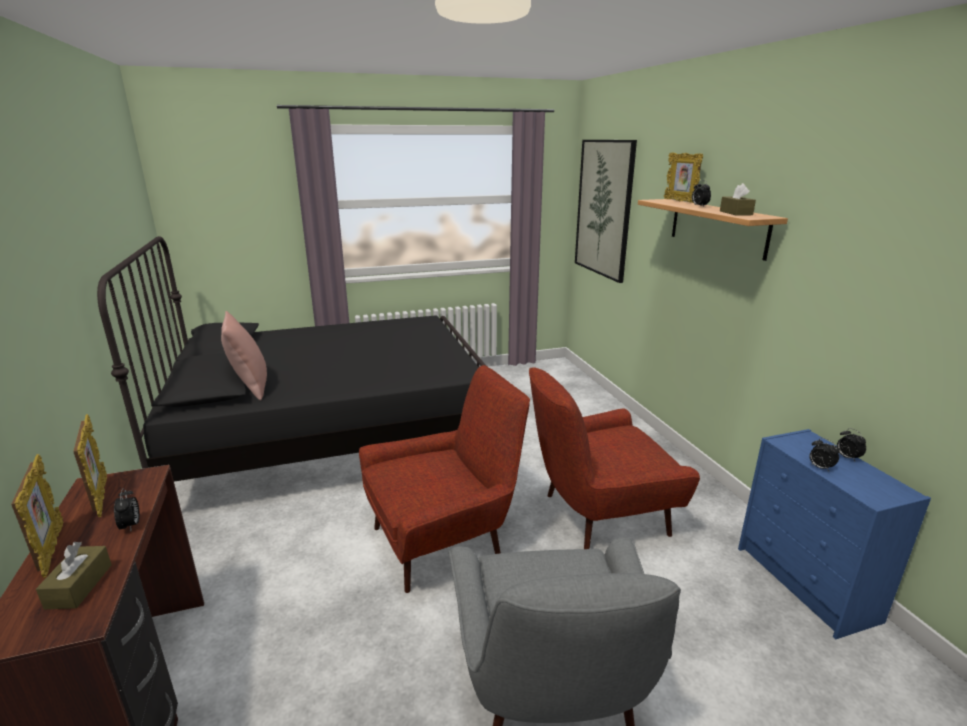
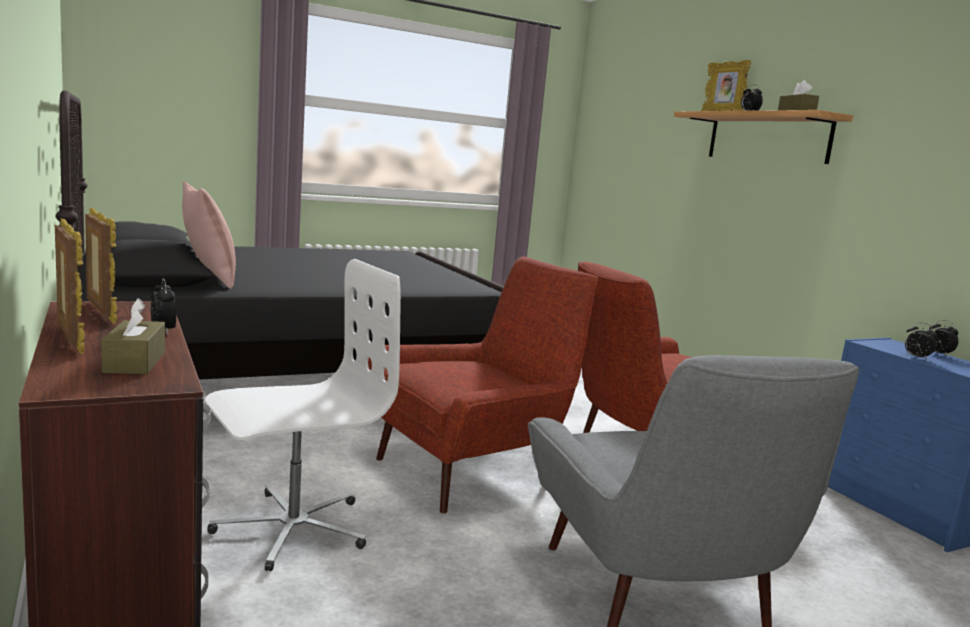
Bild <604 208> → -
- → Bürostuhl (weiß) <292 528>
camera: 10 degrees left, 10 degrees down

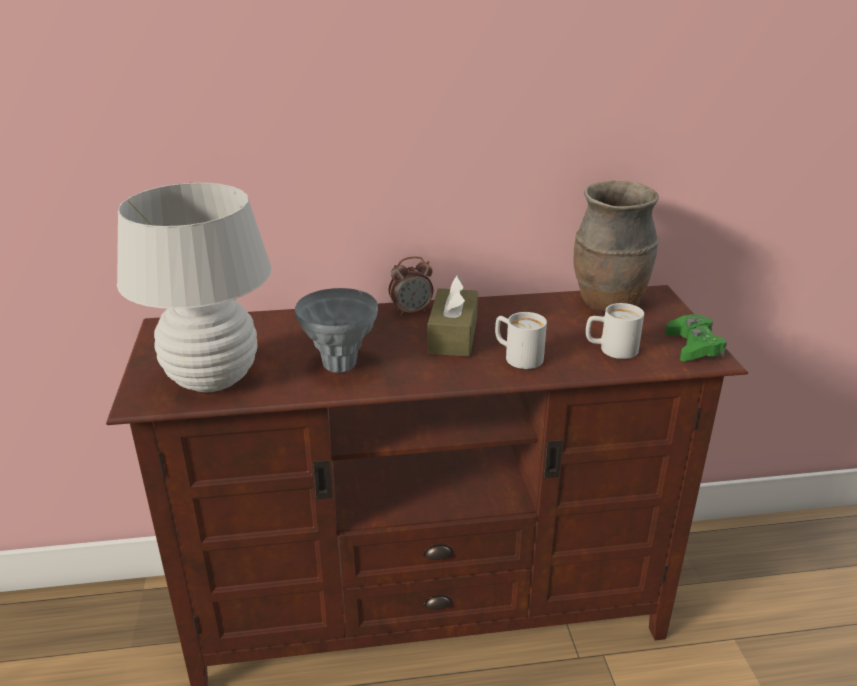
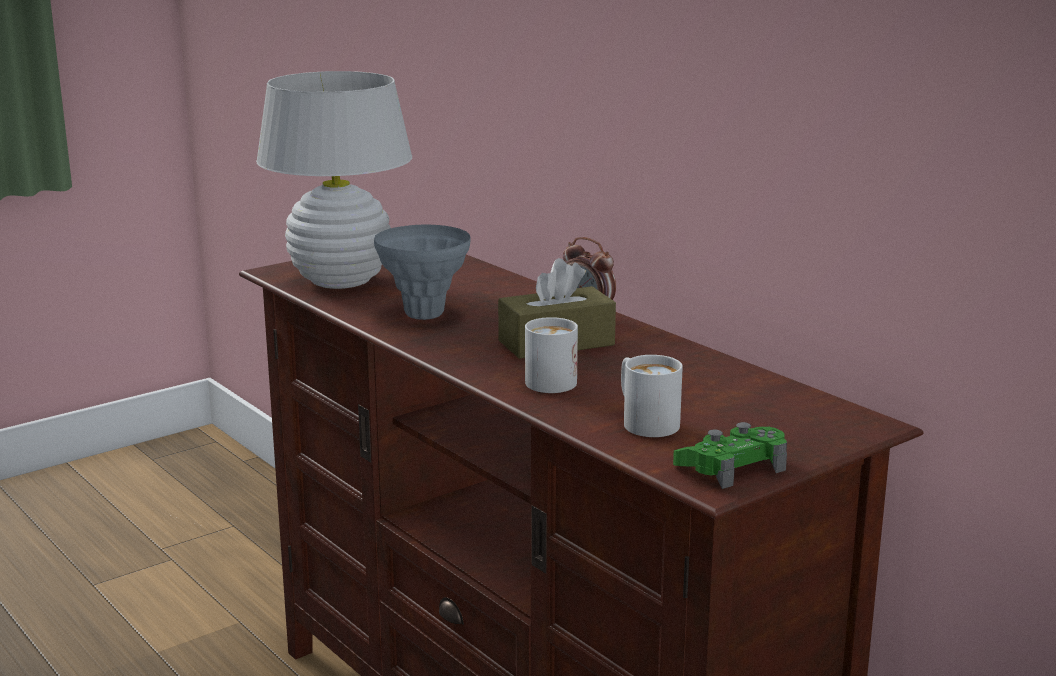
Vase (braun) <608 304> → -
camera: 60 degrees right, 10 degrees down

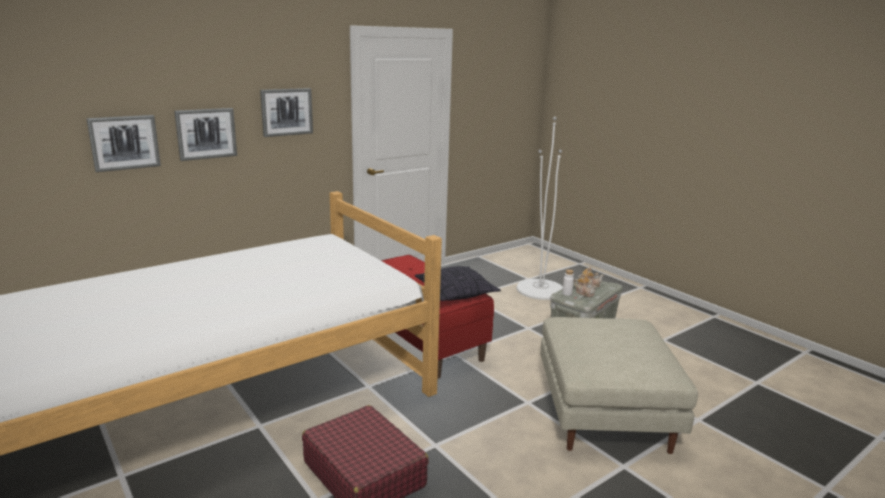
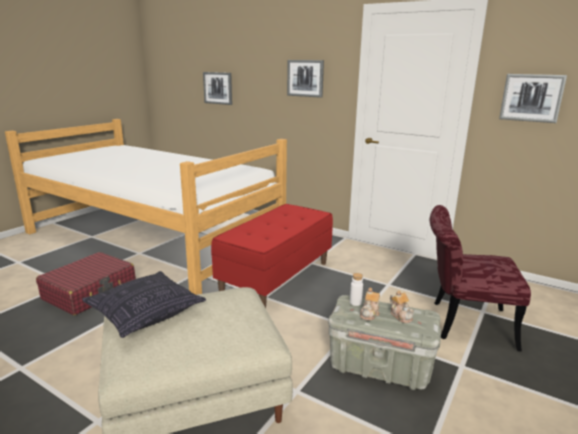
Bild <206 133> → Bild <531 98>, shifted
Kissen <455 293> → Kissen <146 314>, shifted
Stehlampe (weiß) <540 289> → Stuhl (rot) <462 323>
camera: 70 degrees right, 0 degrees up

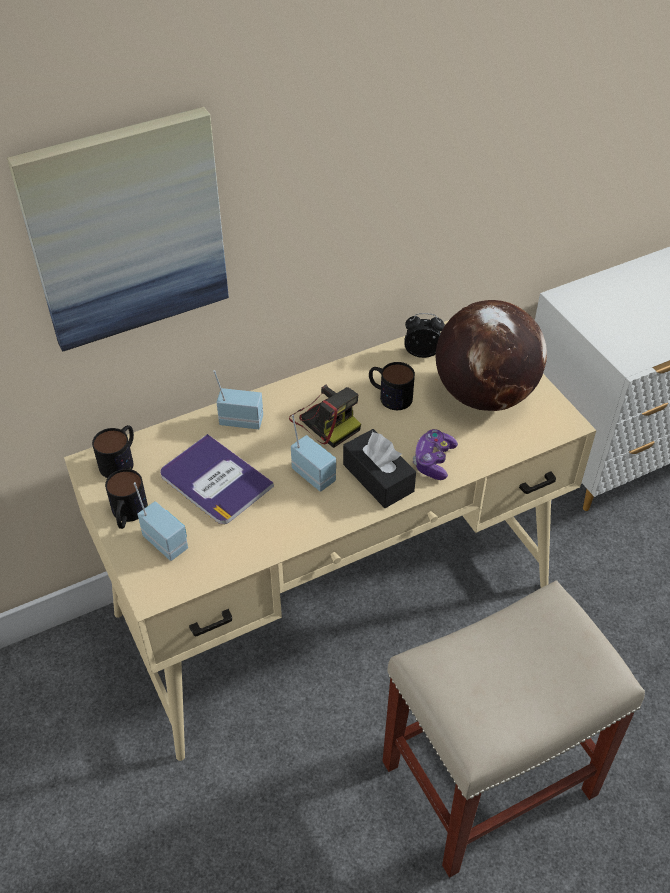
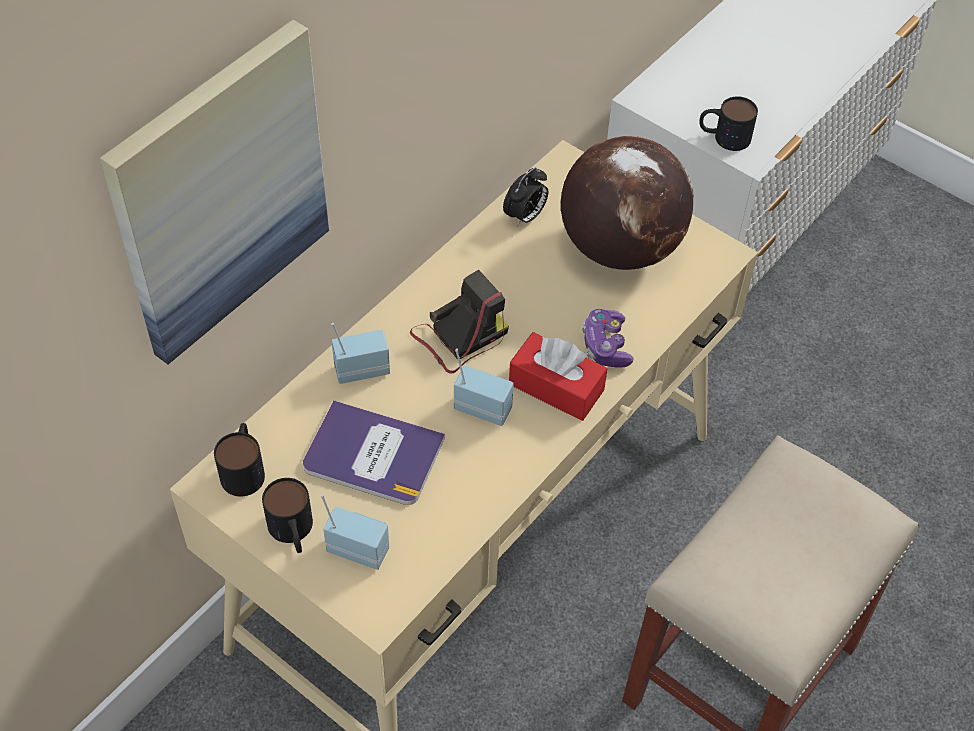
Kamera <325 420> → Kamera <459 337>, 60 degrees counterclockwise
Taschentuchbox (schwarz) <378 478> → Taschentuchbox (rot) <556 387>
Henkelbecher <389 395> → Henkelbecher <723 137>, shifted
Wecker <422 352> → Wecker <525 217>, 150 degrees clockwise
camera: 25 degrees left, 5 degrees up

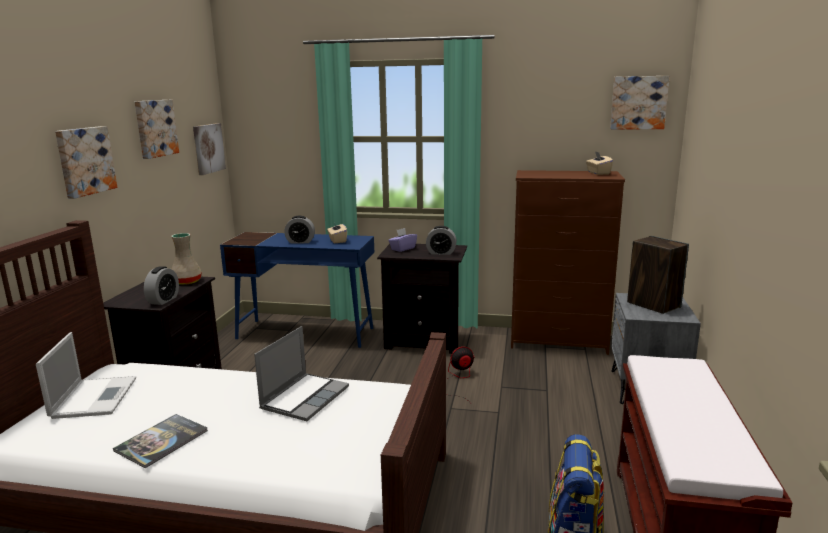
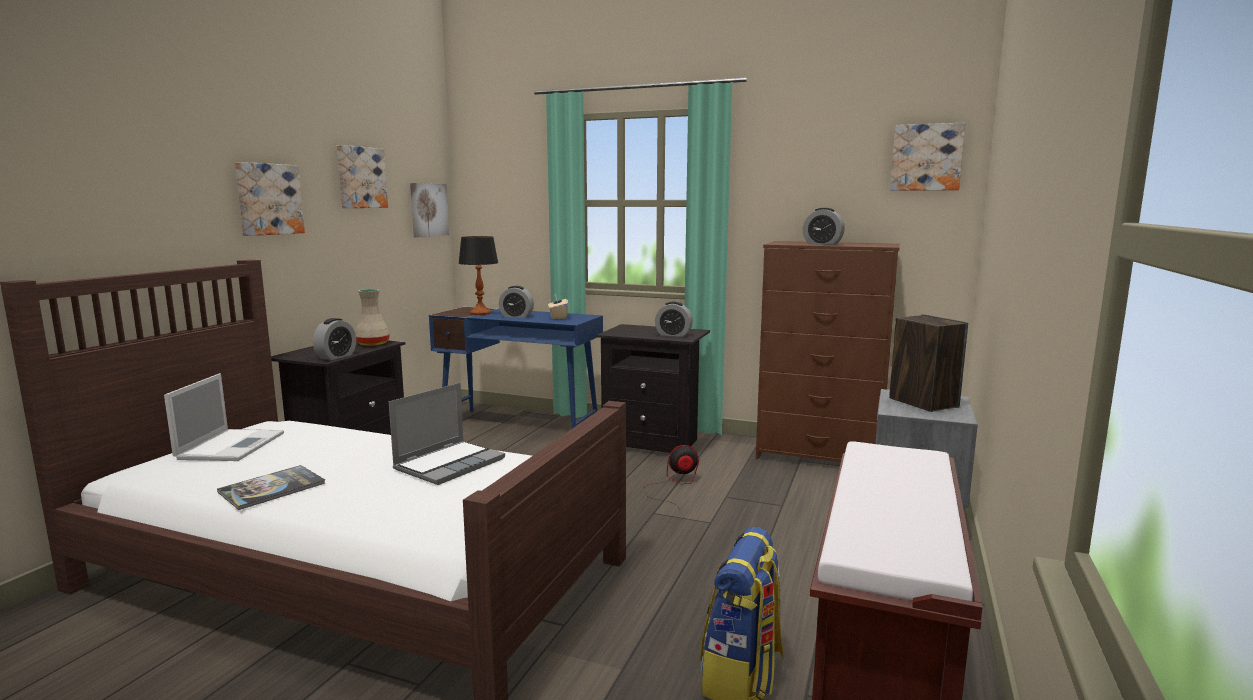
Taschentuchbox (lila) <402 249> → -
Taschentuchbox (beige) <598 173> → -
- → Tischlampe <480 313>
- → Wecker <822 244>
camera: 10 degrees right, 5 degrees down

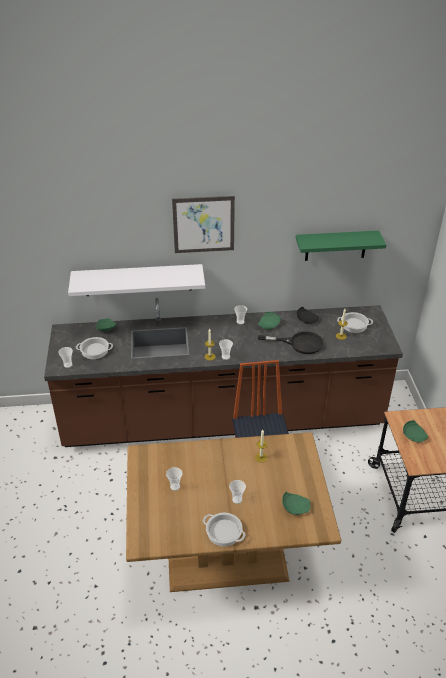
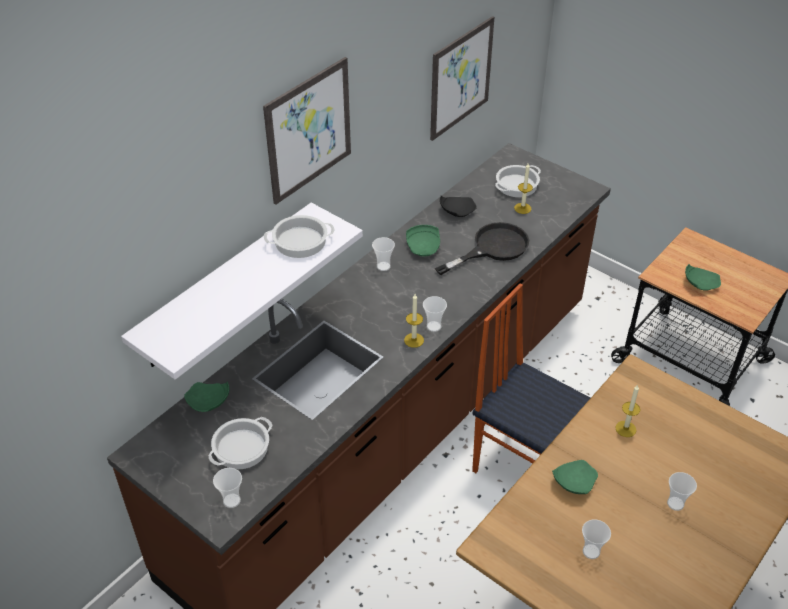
Kochtopf <224 532> → Kochtopf <300 241>, shifted
Teller (grün) <295 507> → Teller (grün) <573 482>, shifted
Wandregal (grün) <335 245> → Bild <461 78>
camera: 45 degrees left, 5 degrees up

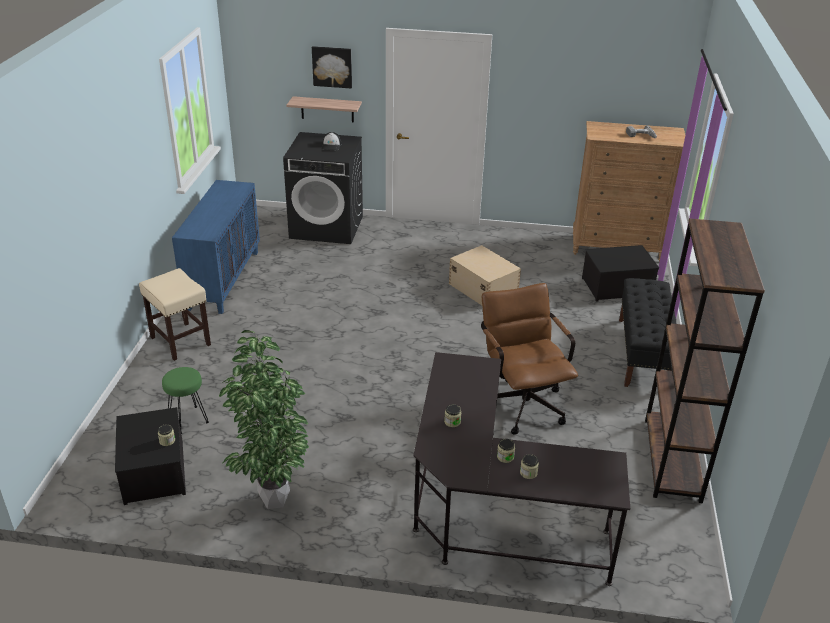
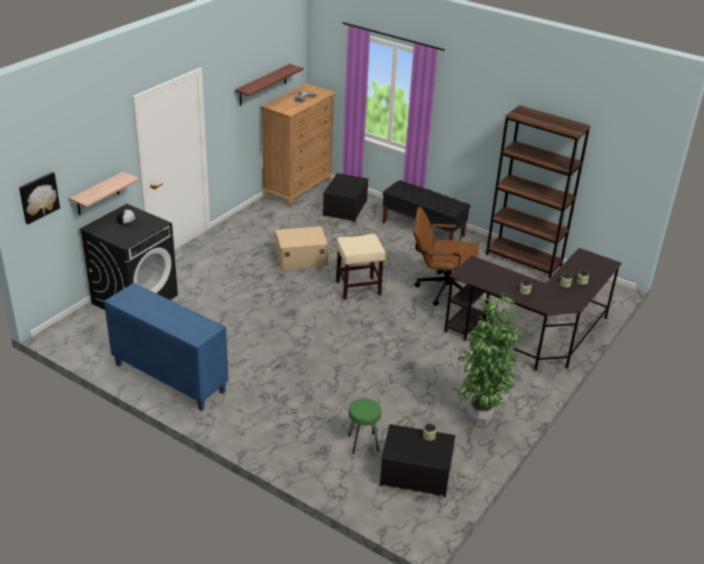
Hocker (beige) <181 341> → Hocker (beige) <358 288>, shifted
Bild <332 66> → Bild <38 197>, shifted
- → Wandregal <263 85>
camera: 65 degrees left, 0 degrees up

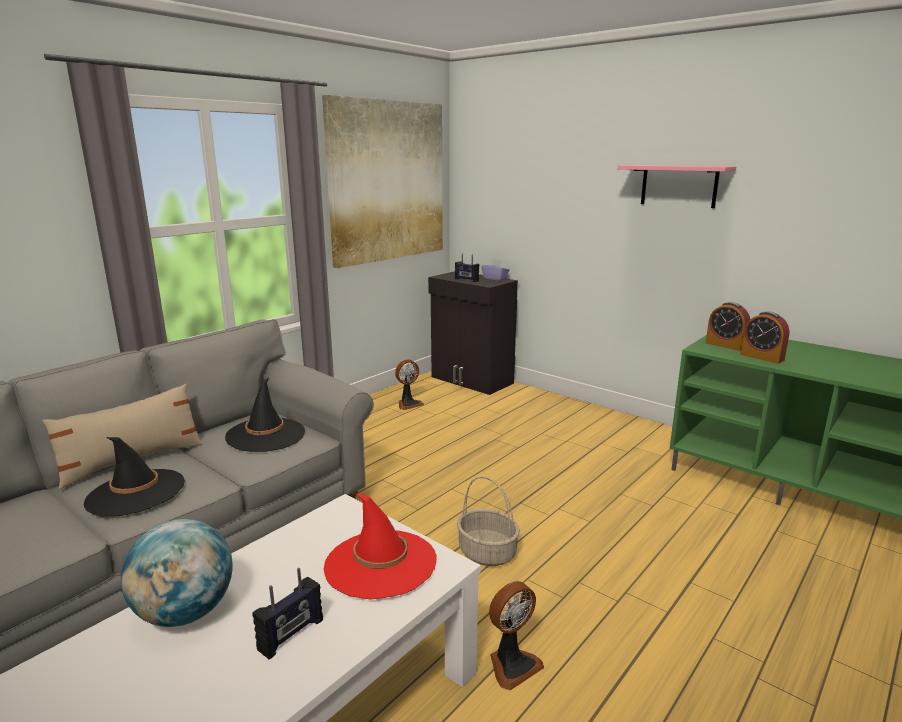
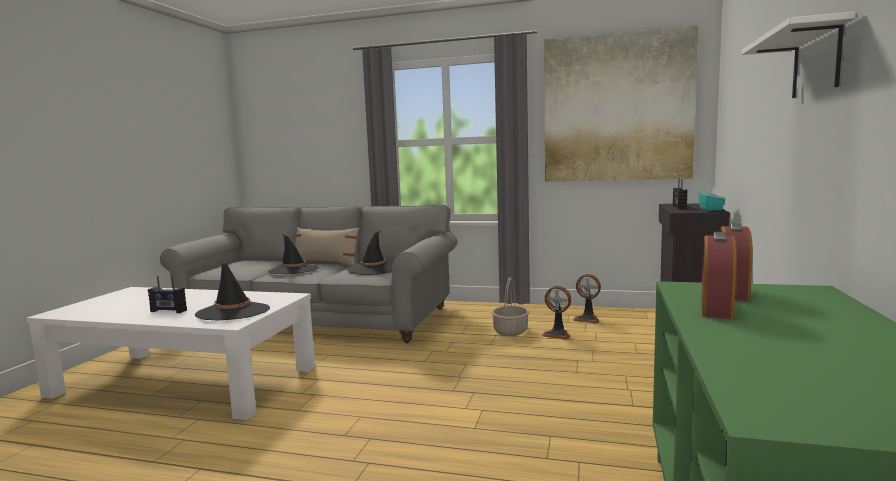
Globus <185 613> → -
Hut (rot) <380 563> → Hut (schwarz) <233 312>
Korb <486 552> → Korb <510 331>, shifted
Taschentuchbox (lila) <495 279> → Taschentuchbox (türkis) <711 209>
Ventilator <512 664> → Ventilator <557 334>, shifted
Wandregal (rosa) <679 186> → Wandregal (weiß) <816 62>
camera: 65 degrees right, 10 degrees down

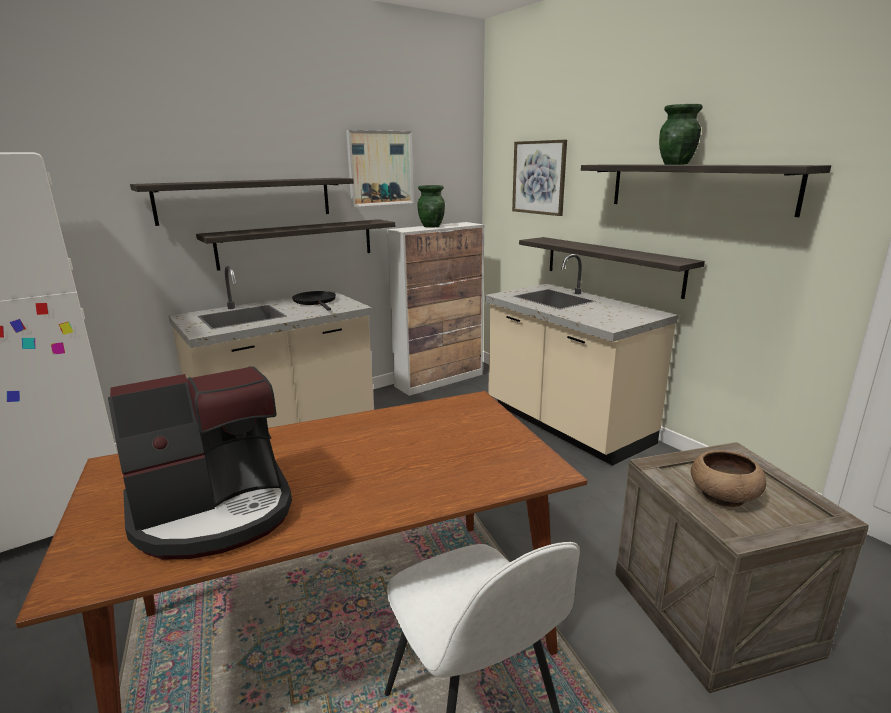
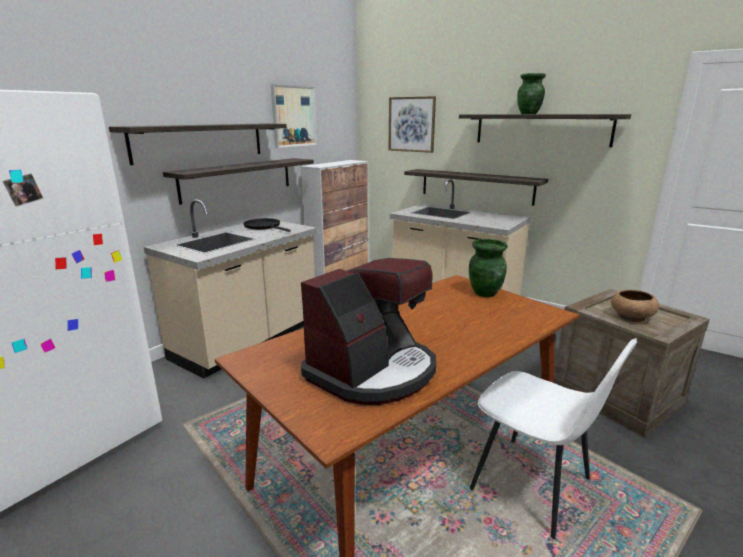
Vase (grün) <432 226> → Vase (grün) <485 293>, shifted
camera: 20 degrees left, 0 degrees up

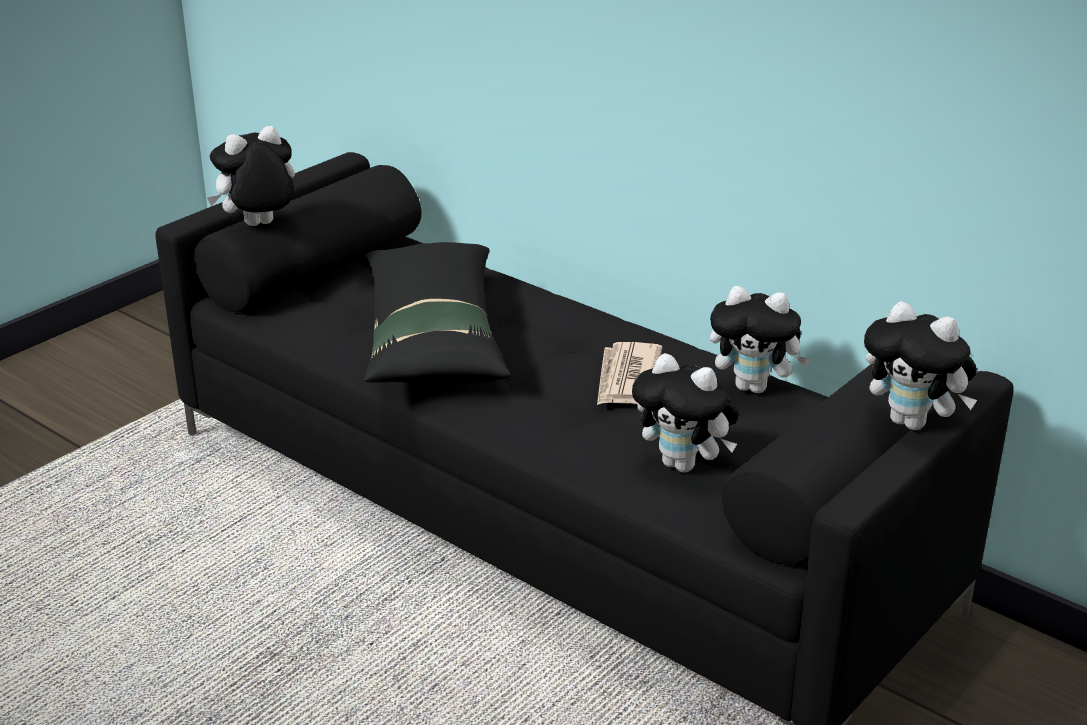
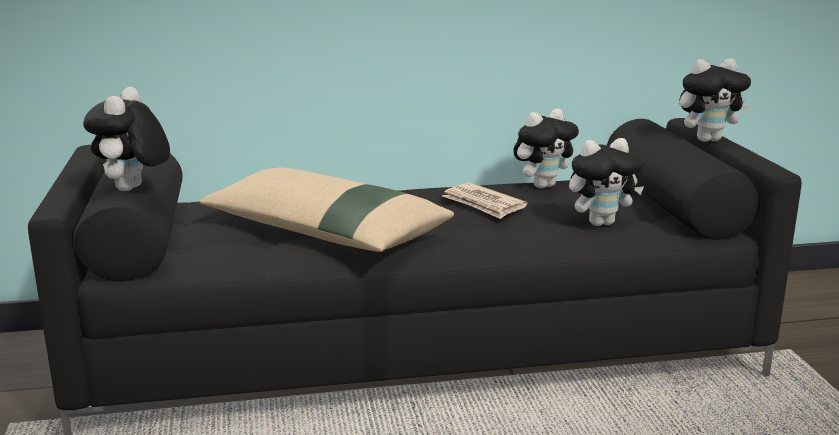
Kissen (schwarz) <433 336> → Kissen (beige) <324 232>
camera: 50 degrees left, 10 degrees down

